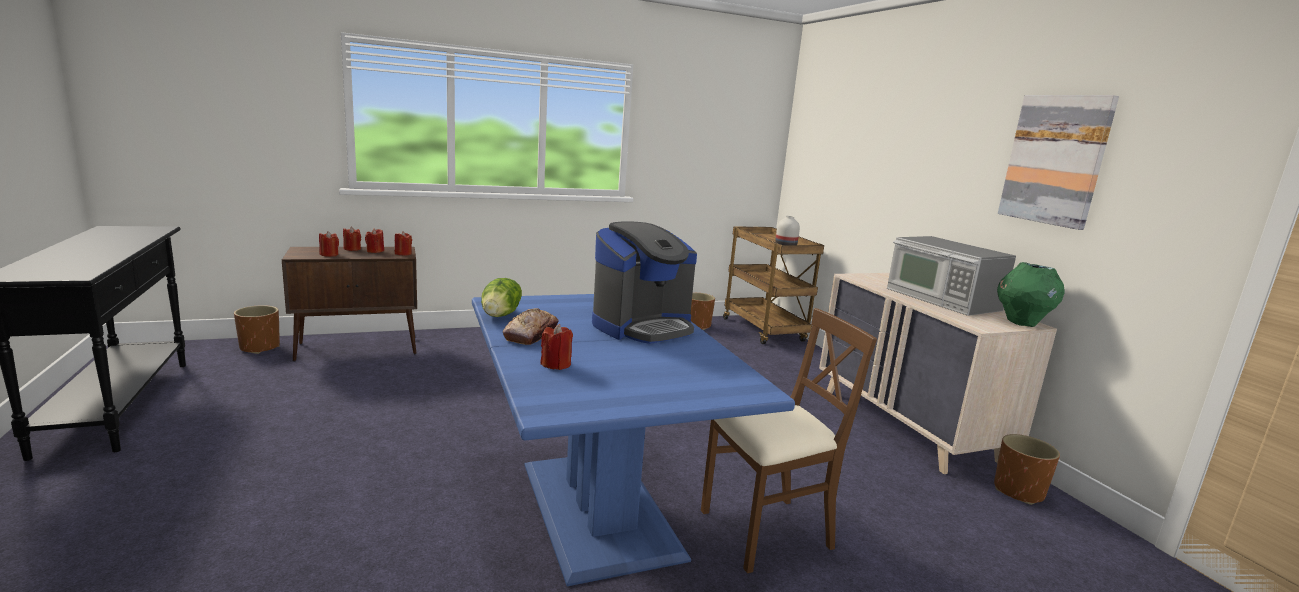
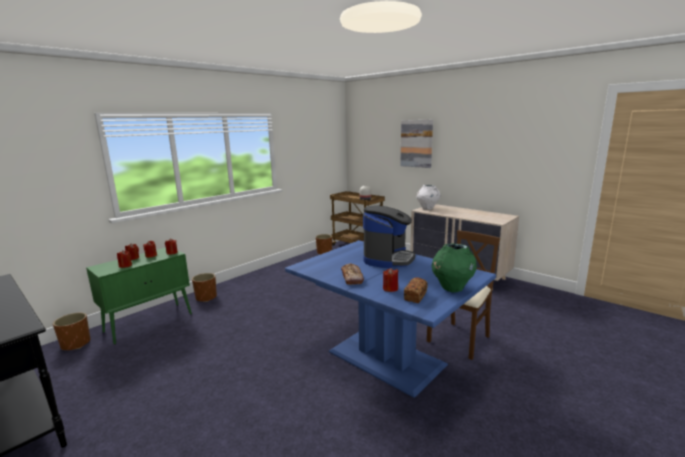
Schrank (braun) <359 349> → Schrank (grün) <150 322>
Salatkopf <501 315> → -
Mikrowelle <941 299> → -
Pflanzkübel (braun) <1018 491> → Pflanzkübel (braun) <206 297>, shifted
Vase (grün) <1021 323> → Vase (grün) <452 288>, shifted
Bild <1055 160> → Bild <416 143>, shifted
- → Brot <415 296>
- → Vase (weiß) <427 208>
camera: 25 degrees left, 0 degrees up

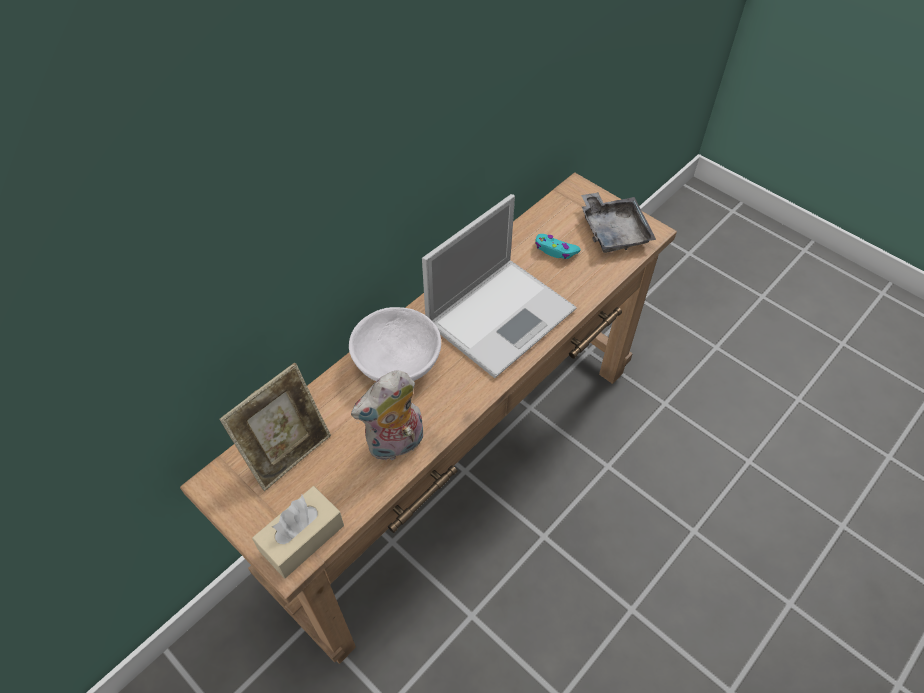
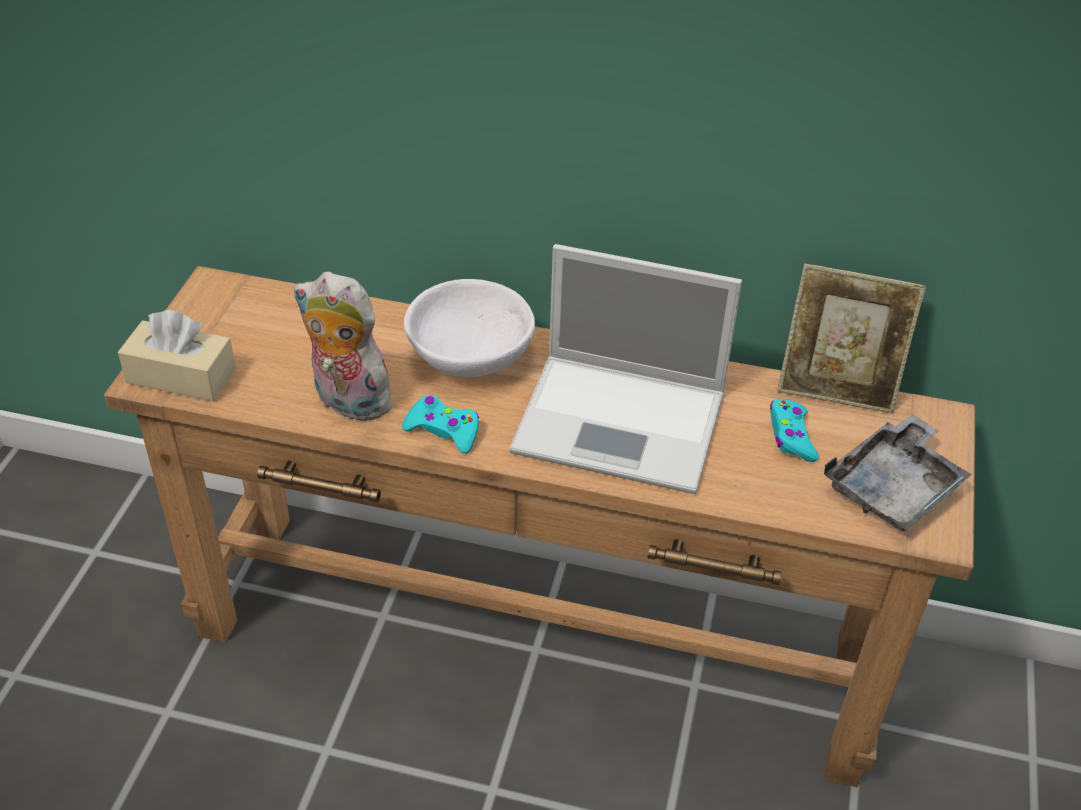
Bilderrahmen <288 452> → Bilderrahmen <837 389>, shifted
- → Gamepad (türkis) <443 430>
camera: 60 degrees right, 10 degrees down

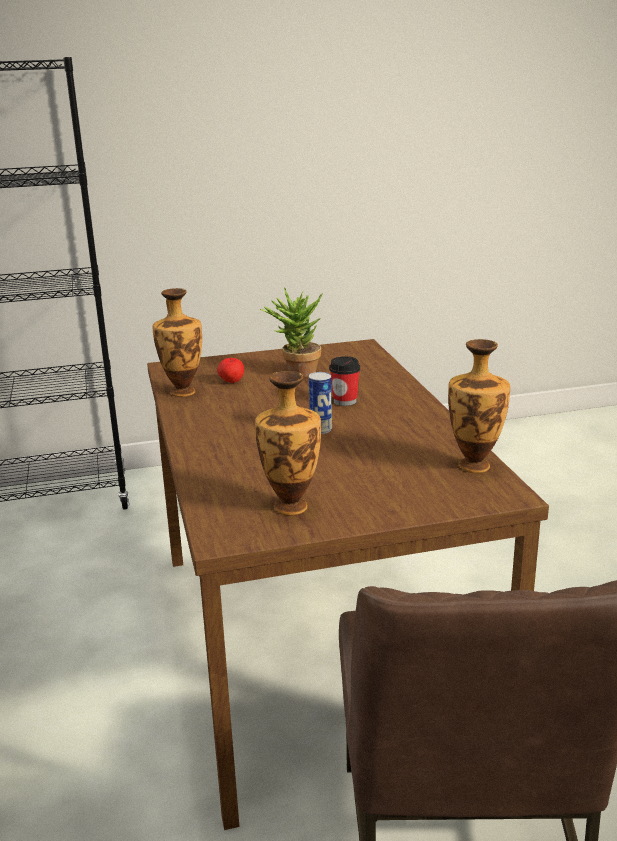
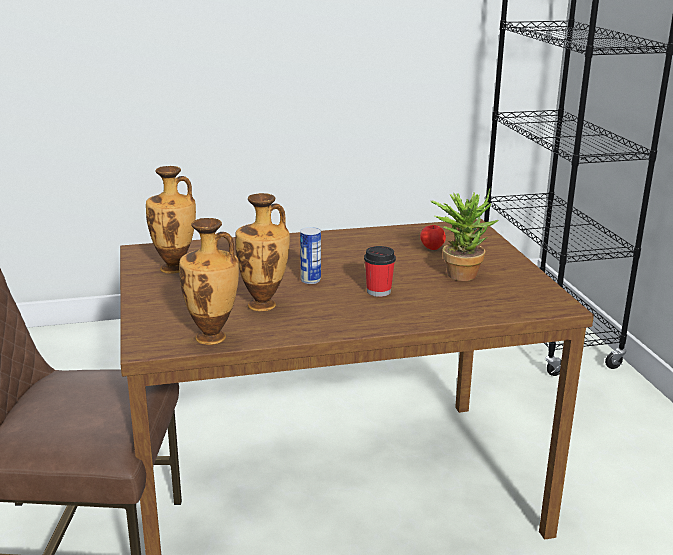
Vase <183 391> → Vase <264 305>, shifted
camera: 90 degrees right, 0 degrees up

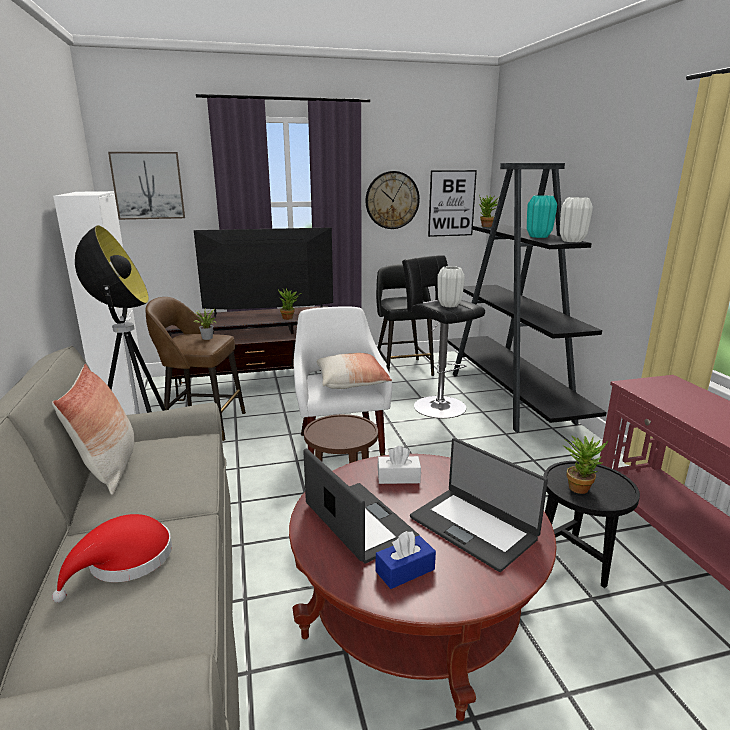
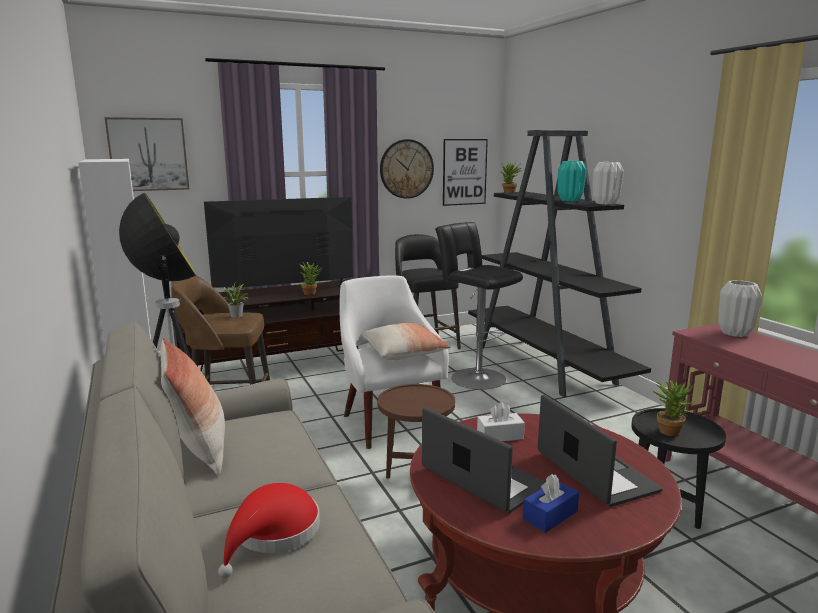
Laptop <473 527> → Laptop <594 472>, 150 degrees counterclockwise
Vase (weiß) <449 305> → Vase (weiß) <734 333>, shifted
camera: 10 degrees left, 5 degrees down

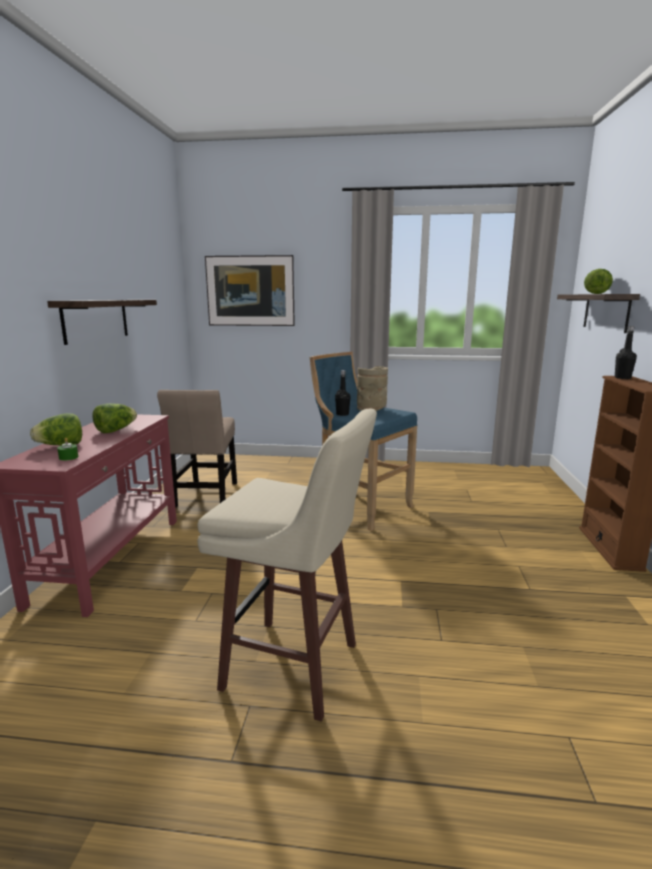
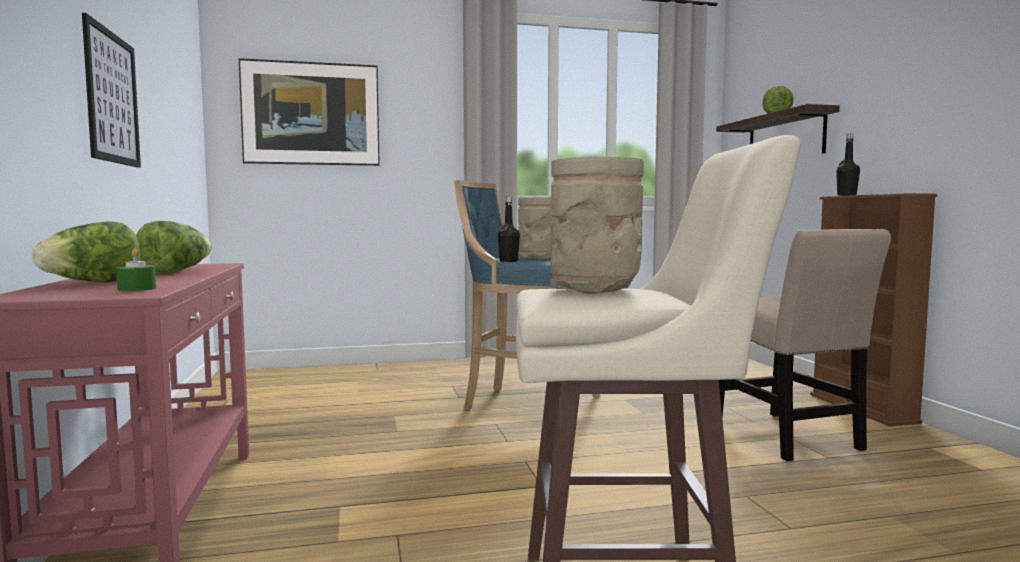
Wandregal <96 320> → Bild <112 98>
Stuhl (beige) <206 496> → Stuhl (beige) <788 437>, shifted
- → Vase (beige) <594 291>
camera: 20 degrees left, 10 degrees down

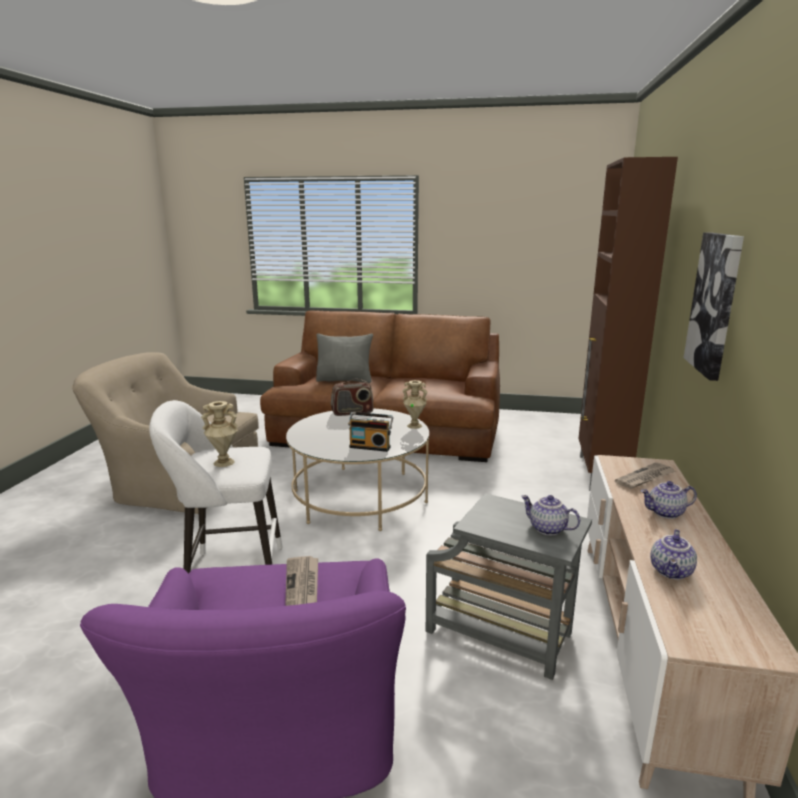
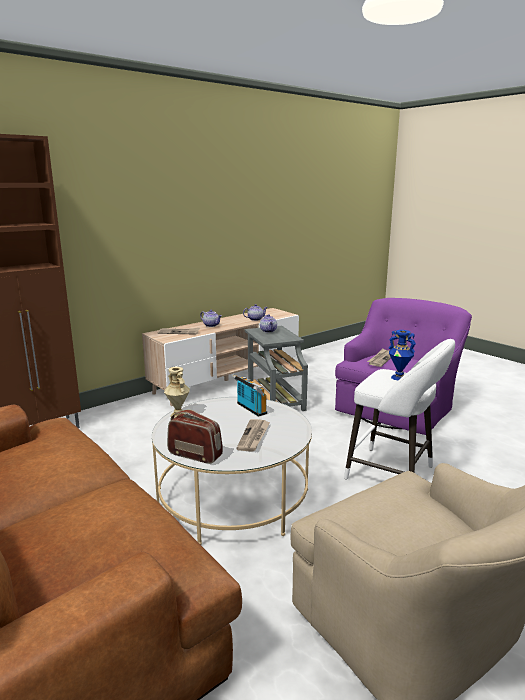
Vase (beige) <223 463> → Vase (blau) <399 377>
Kissen (grau) <345 380> → -
Bild <715 304> → -
- → Zeitung <254 436>
camera: 140 degrees left, 0 degrees up

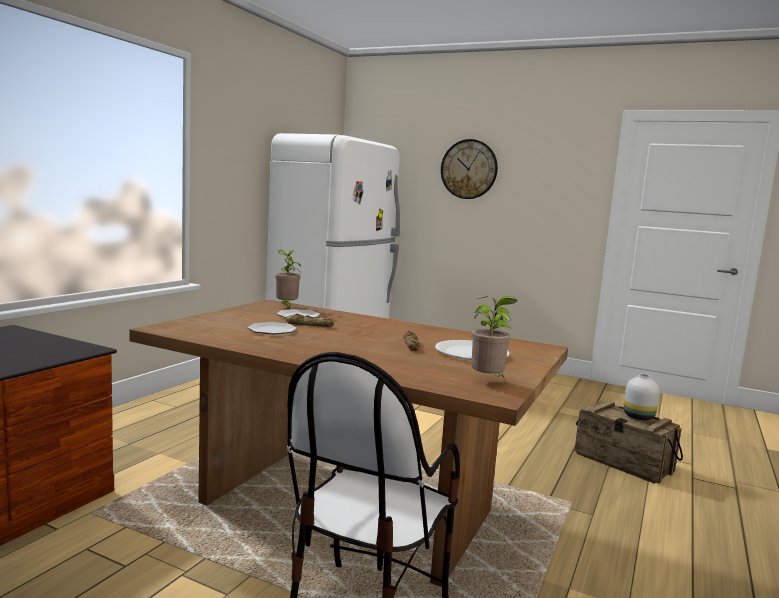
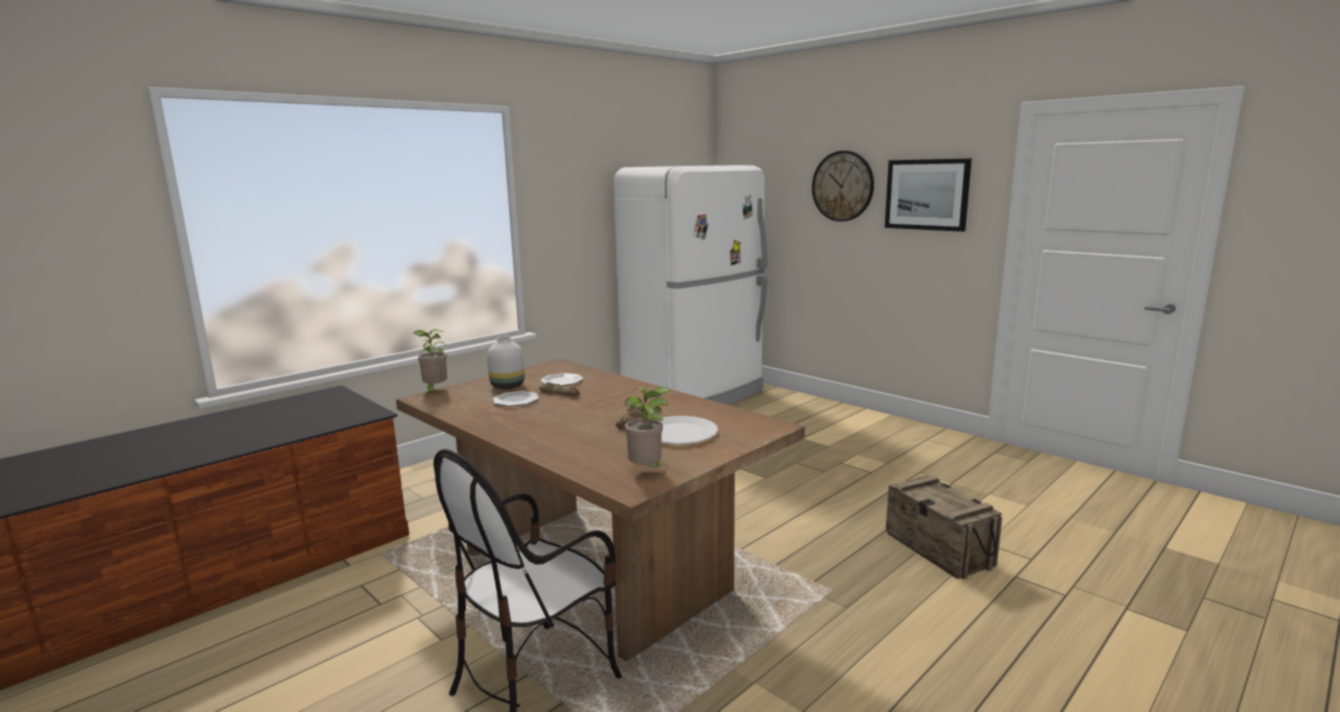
Topfpflanze <286 307> → Topfpflanze <434 390>, shifted
Vase (weiß) <639 417> → Vase (weiß) <508 386>, shifted
- → Bild <927 194>
camera: 20 degrees right, 5 degrees up

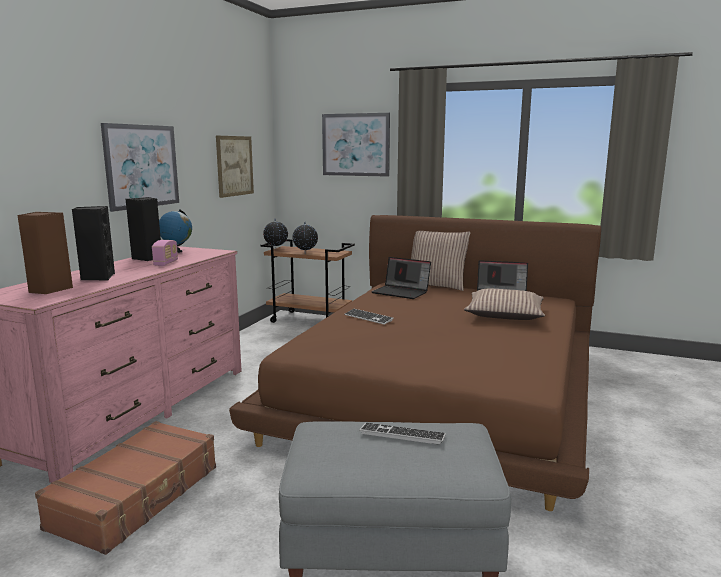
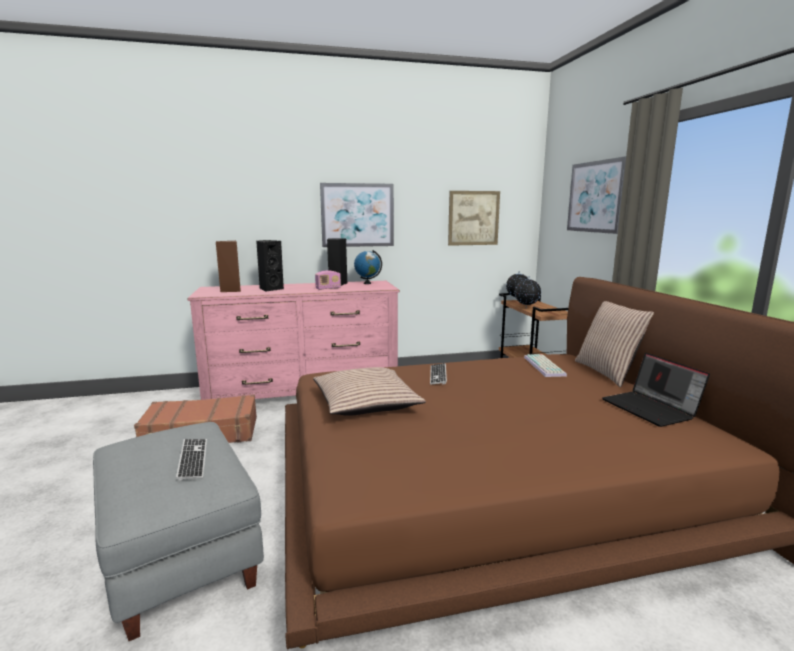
Laptop <401 292> → Tastatur <545 366>
Kissen <504 314> → Kissen <366 403>, shifted
camera: 55 degrees right, 0 degrees up

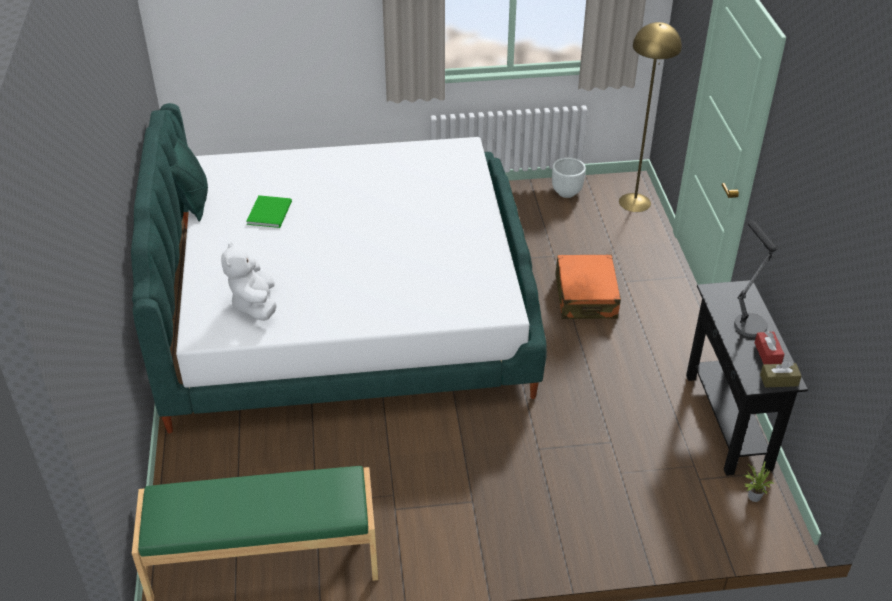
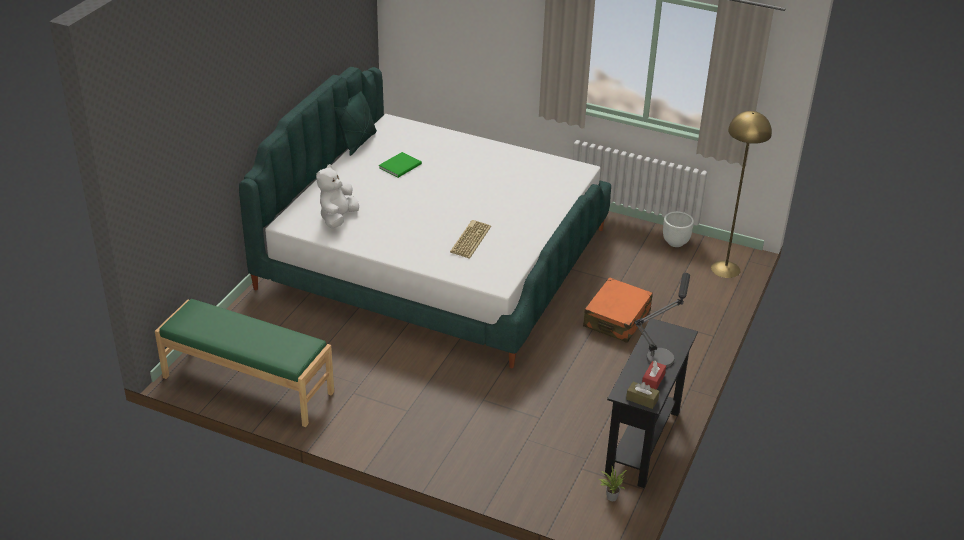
- → Tastatur <470 239>
camera: 30 degrees right, 5 degrees down

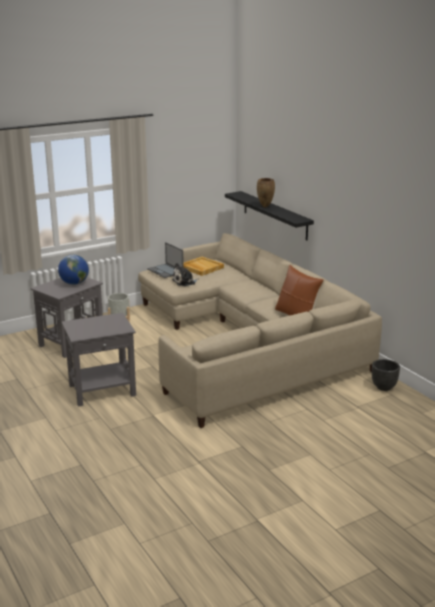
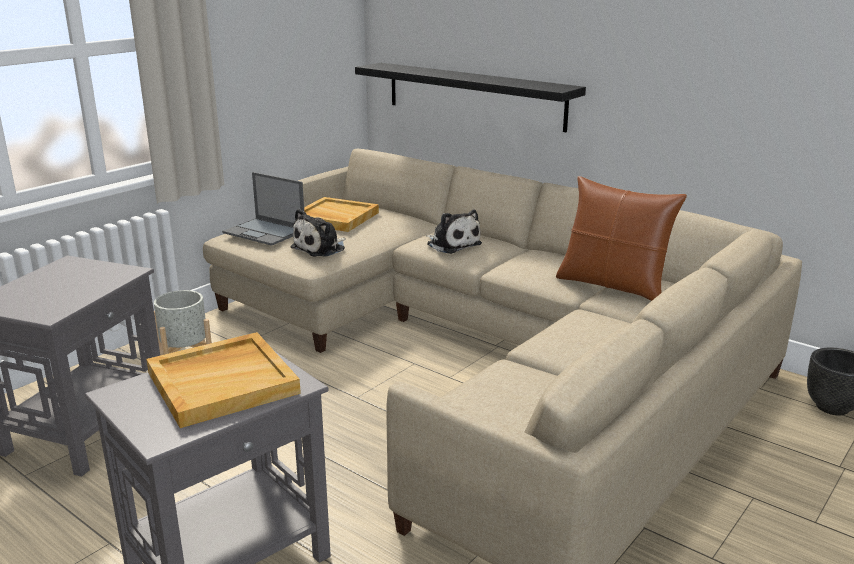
Globus <74 283> → -
Vase (braun) <265 207> → -
- → Tablett (beige) <223 382>
- → Plüschtier <452 244>
camera: 20 degrees left, 0 degrees up

